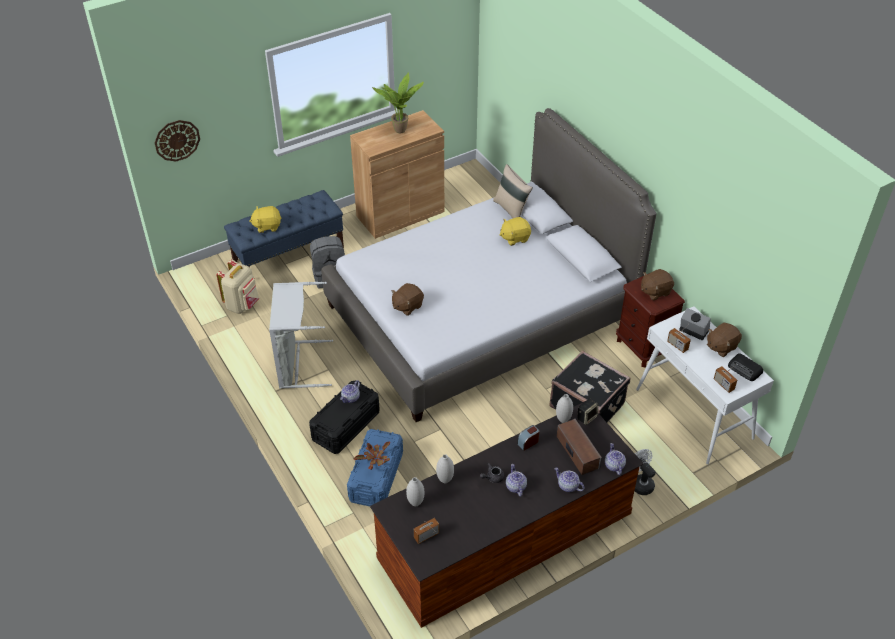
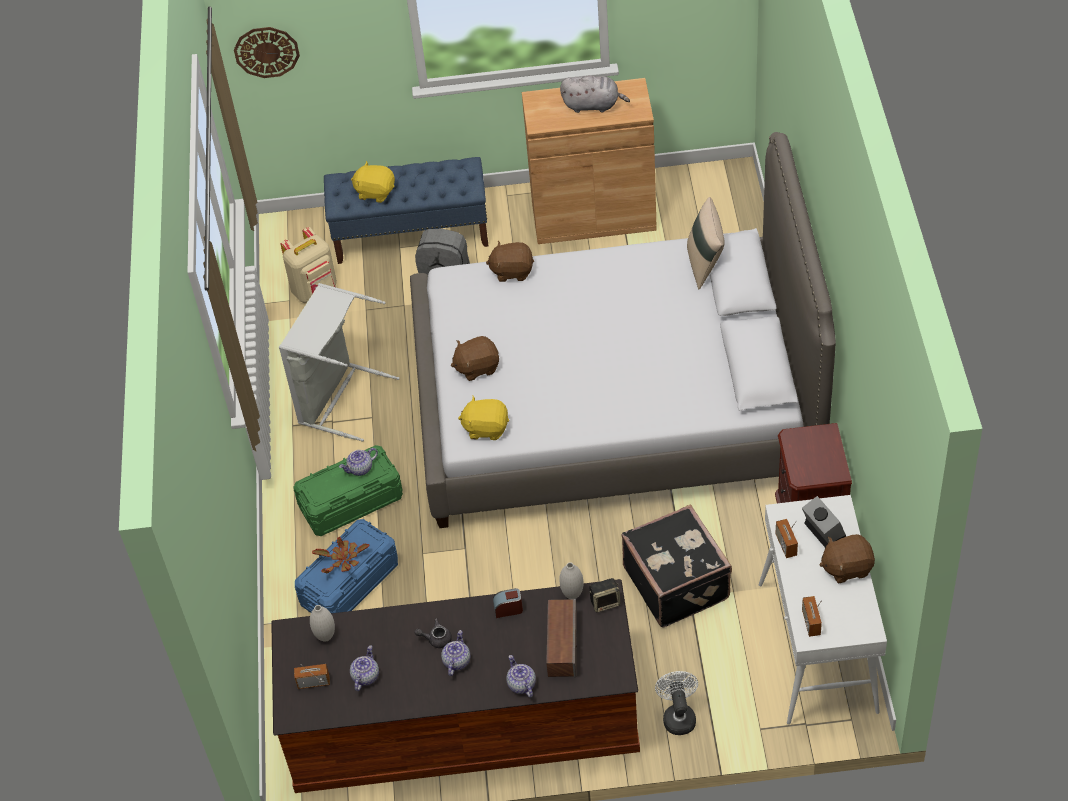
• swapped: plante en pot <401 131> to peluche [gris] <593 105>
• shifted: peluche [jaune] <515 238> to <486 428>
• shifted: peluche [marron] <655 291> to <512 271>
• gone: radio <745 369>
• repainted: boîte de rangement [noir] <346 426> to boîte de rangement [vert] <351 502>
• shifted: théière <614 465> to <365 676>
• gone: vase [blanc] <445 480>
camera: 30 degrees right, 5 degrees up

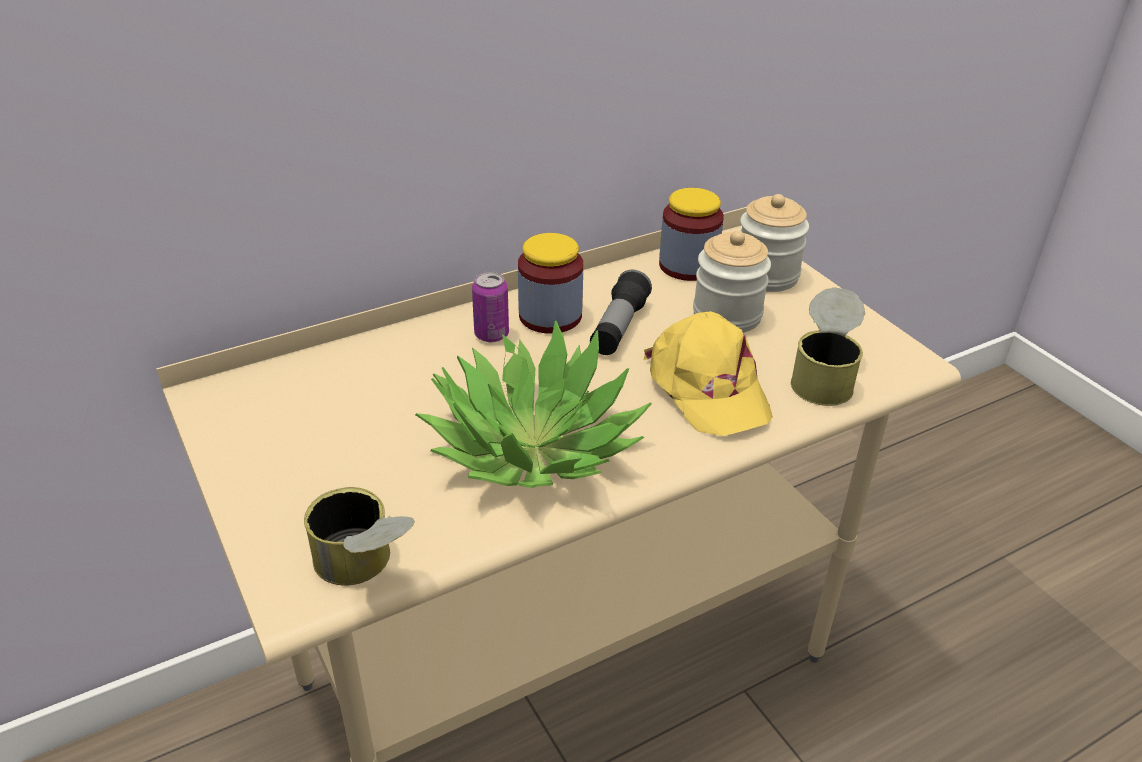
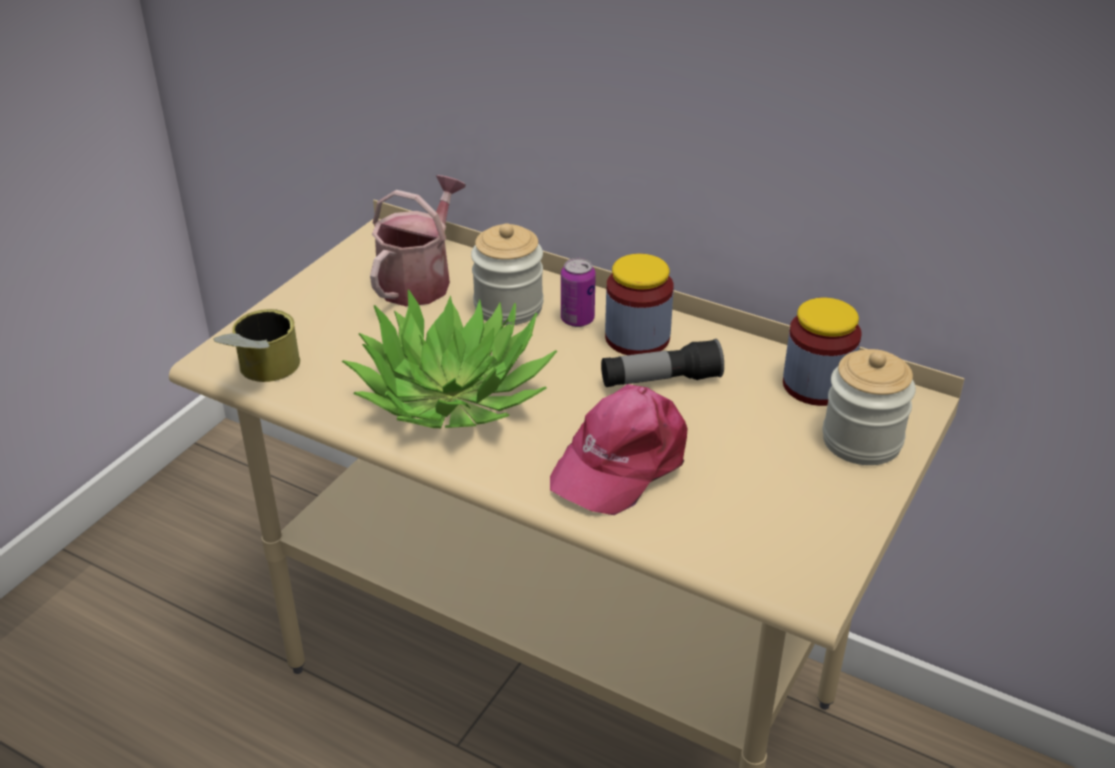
• shifted: bocal <727 315> to <508 307>
• gone: boîte métallique <824 375>
• repainted: casquette [jaune] <707 387> to casquette [rose] <621 461>
• new: arrosoir <419 280>
camera: 60 degrees right, 0 degrees up

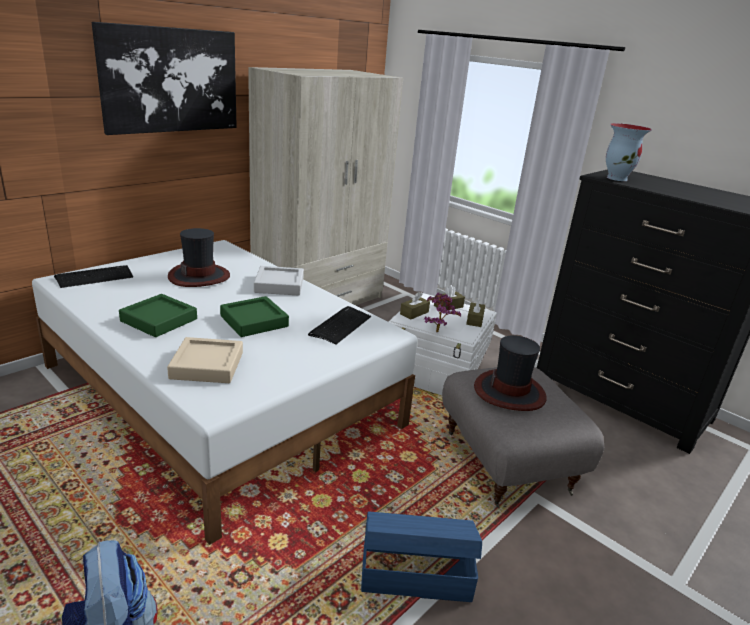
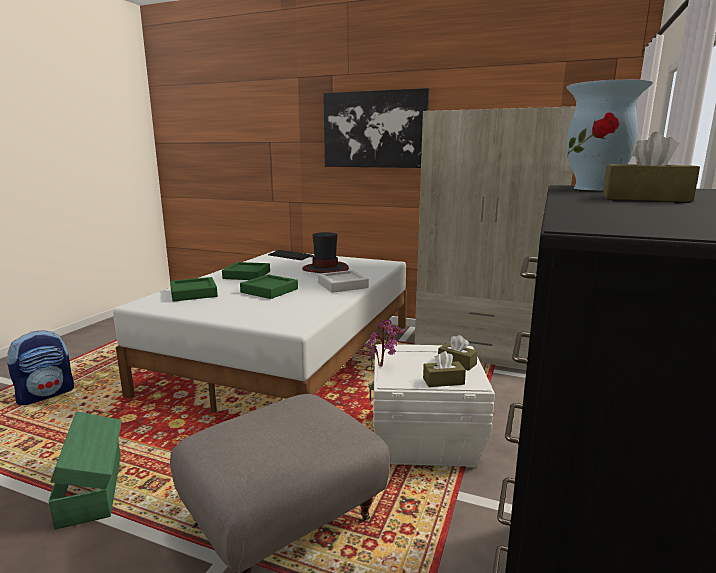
• shifted: boîte à mouchoirs [marron] <414 313> to <645 198>
• gone: clavier <340 325>
• gone: chapeau <510 392>
• repainted: plateau [beige] <207 365> to plateau [vert] <193 293>
• repainted: boîte de rangement [bleu] <414 574> to boîte de rangement [vert] <93 488>
camera: 70 degrees right, 10 degrees down

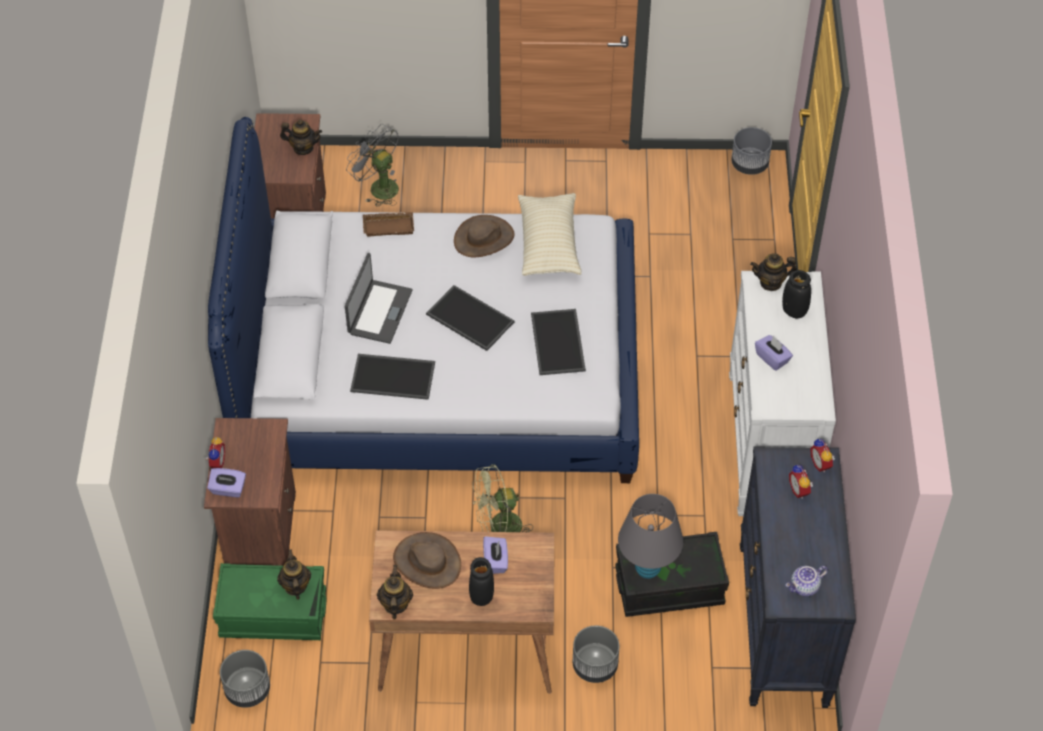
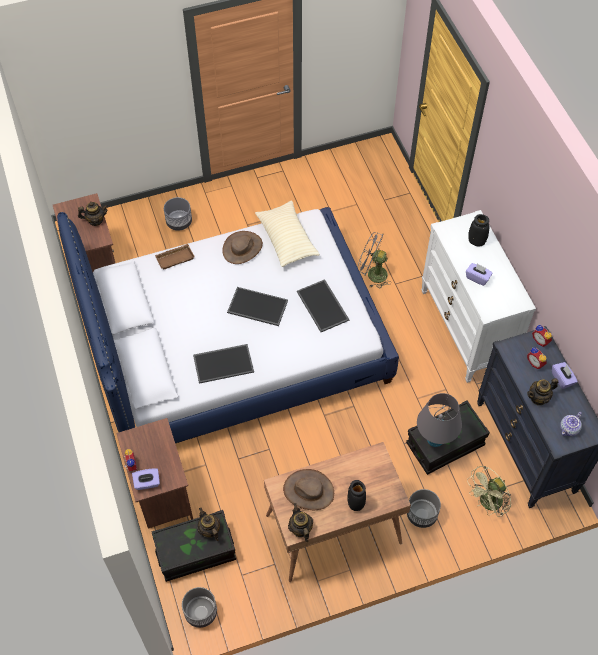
• shifted: ventilateur [gris] <378 187> to <372 274>
• shifted: cache-pot [gris] <750 164> to <179 222>
• gone: ordinateur portable <379 312>
• shifted: théière <771 282> to <538 398>
• shifted: ventilateur [vert] <499 529> to <487 504>
• shifted: boîte à mouchoirs [violet] <495 561> to <562 379>
• repainted: boîte de rangement [vert] <273 614> to boîte de rangement [noir] <195 551>
camera: 20 degrees left, 5 degrees up

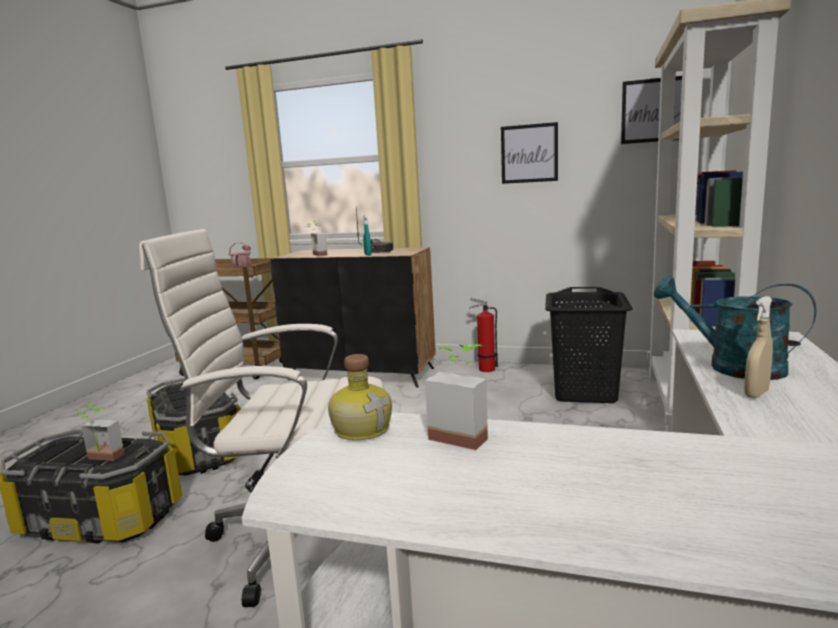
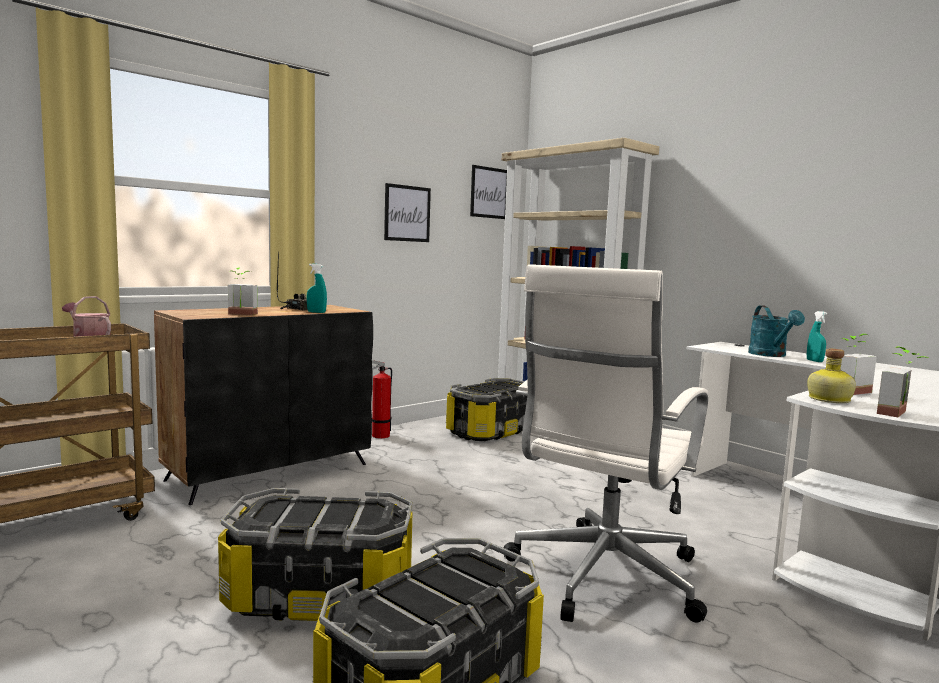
• rotated: arrosoir [turquoise] <732 367> = <771 355> 75 degrees counterclockwise
• swapped: panier à linge [noir] <584 392> to boîte de rangement <491 431>
• repainted: vaporisateur [beige] <756 393> to vaporisateur [turquoise] <814 361>
• shifted: plante en pot <101 459> to <900 414>
camera: 60 degrees left, 5 degrees down

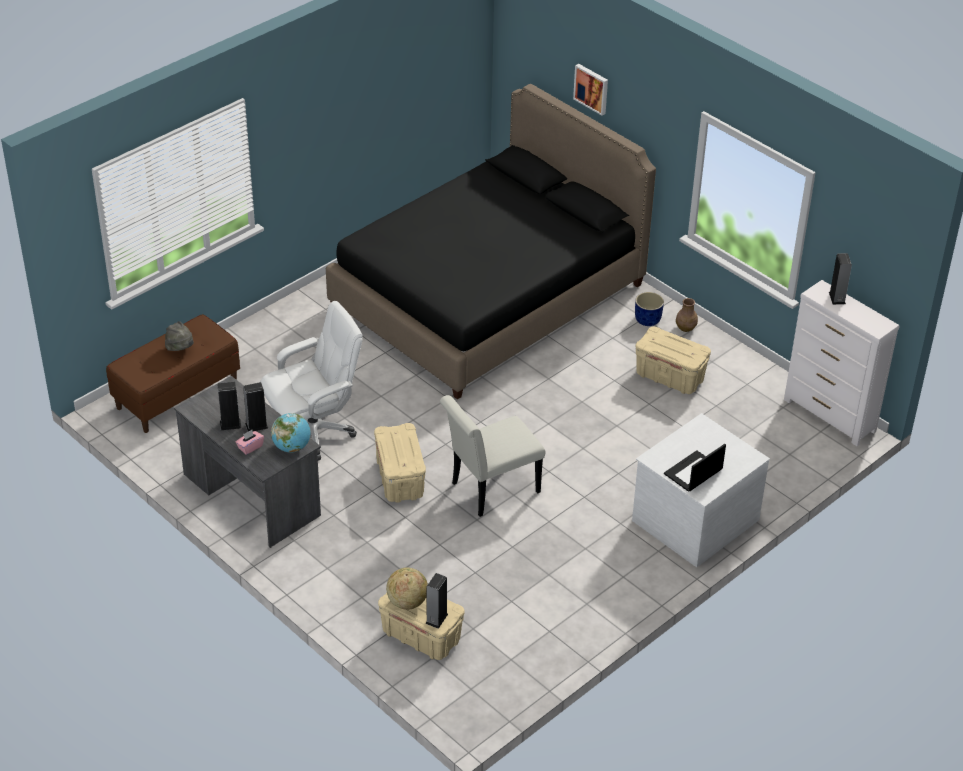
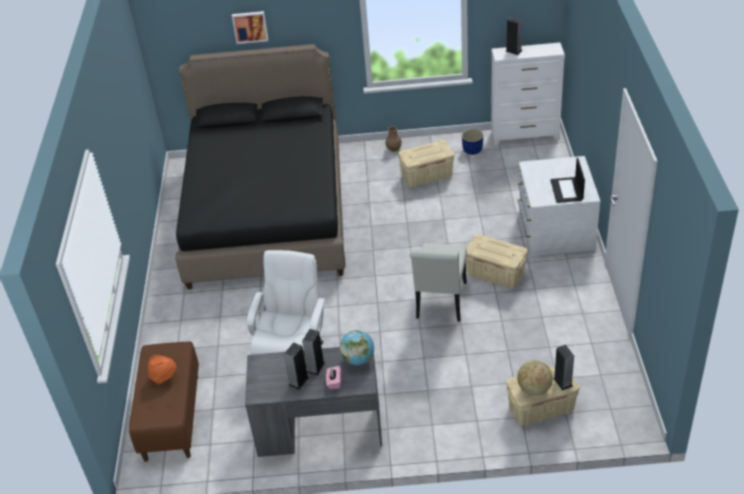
• shifted: cache-pot [bleu] <648 319> to <472 150>
• repainted: chapeau [gris] <180 349> to chapeau [orange] <164 377>
• shifted: boîte de rangement [beige] <399 479> to <494 274>
camera: 45 degrees left, 0 degrees up

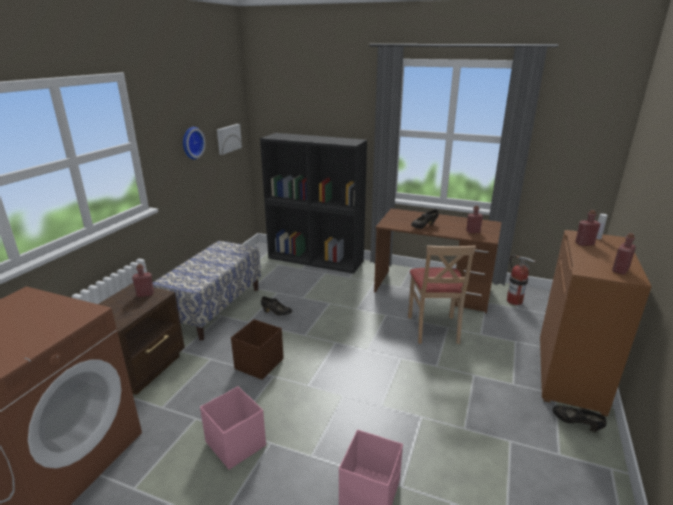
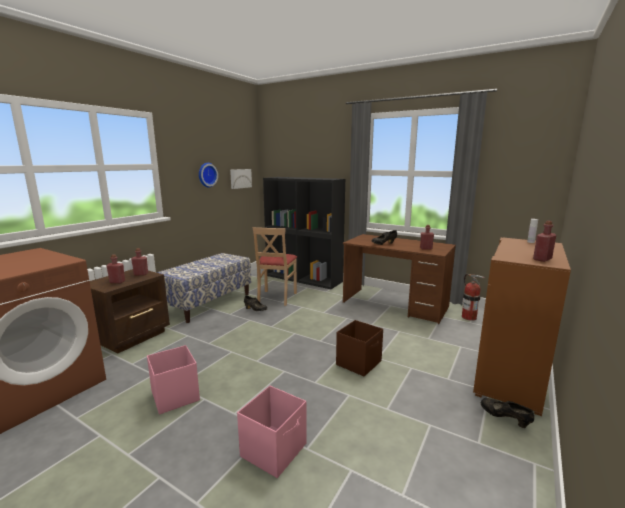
• shifted: bouteille [rouge] <584 243> to <117 282>
• shifted: chaise [beige] <434 329> to <276 297>
• shifted: boîte de rangement [marron] <260 364> to <359 363>
camera: 10 degrees right, 10 degrees down

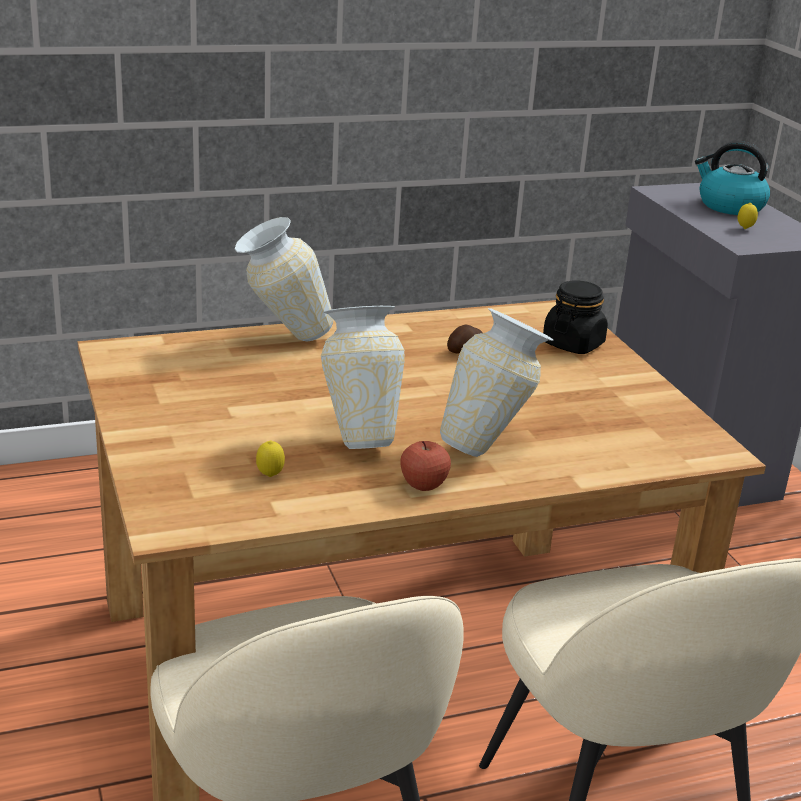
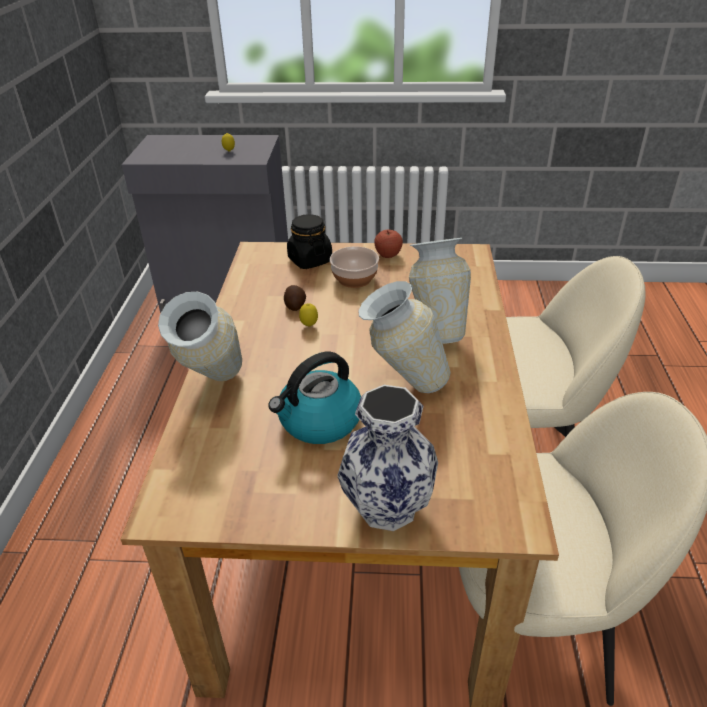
• shifted: bouilloire <729 206> to <319 421>
• shifted: citron <270 476> to <309 326>
• shifted: pomme <423 485> to <388 255>
• new: bol <355 279>
• new: vase <386 507>
camera: 65 degrees left, 10 degrees up

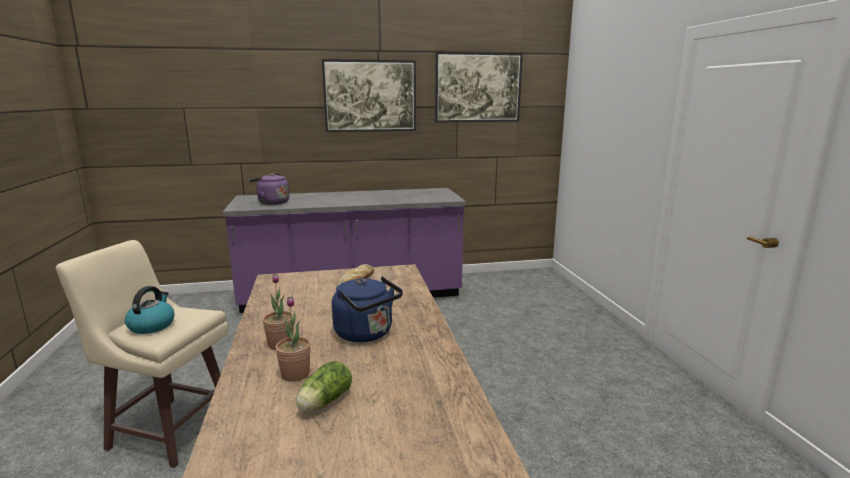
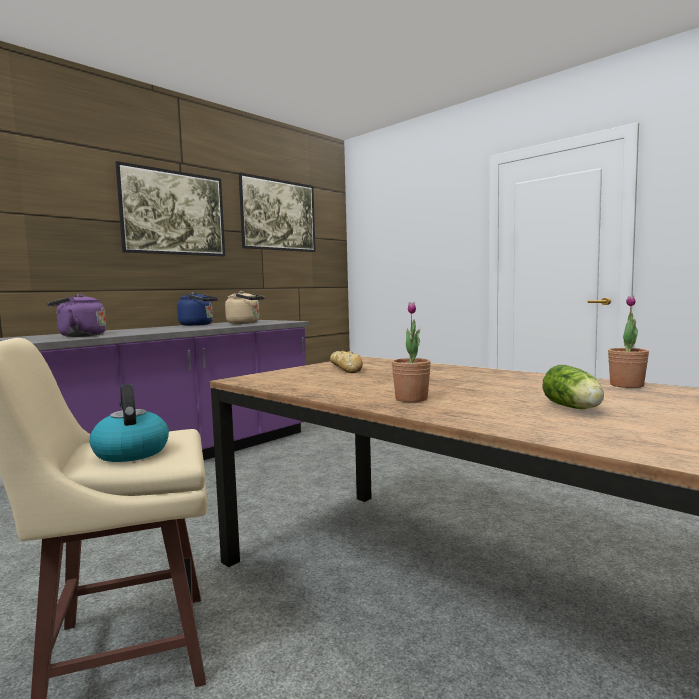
• shifted: bouilloire [bleu] <366 334> to <198 325>
• shifted: plante en pot <295 374> to <626 385>
• new: bouilloire [beige] <245 323>
camera: 35 degrees left, 10 degrees down

